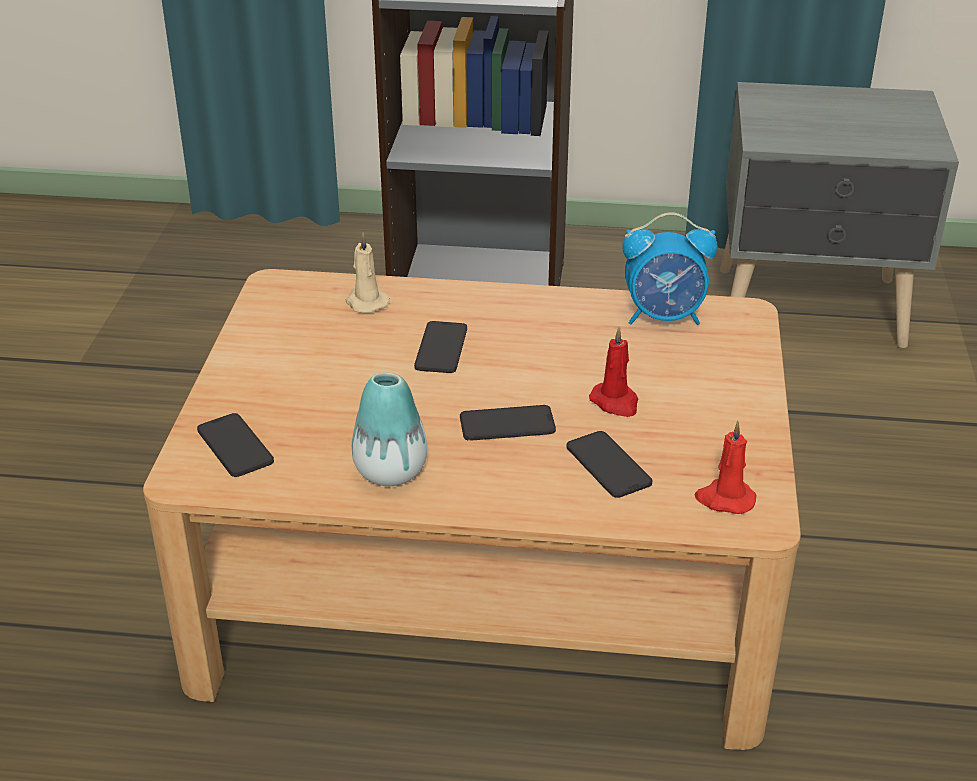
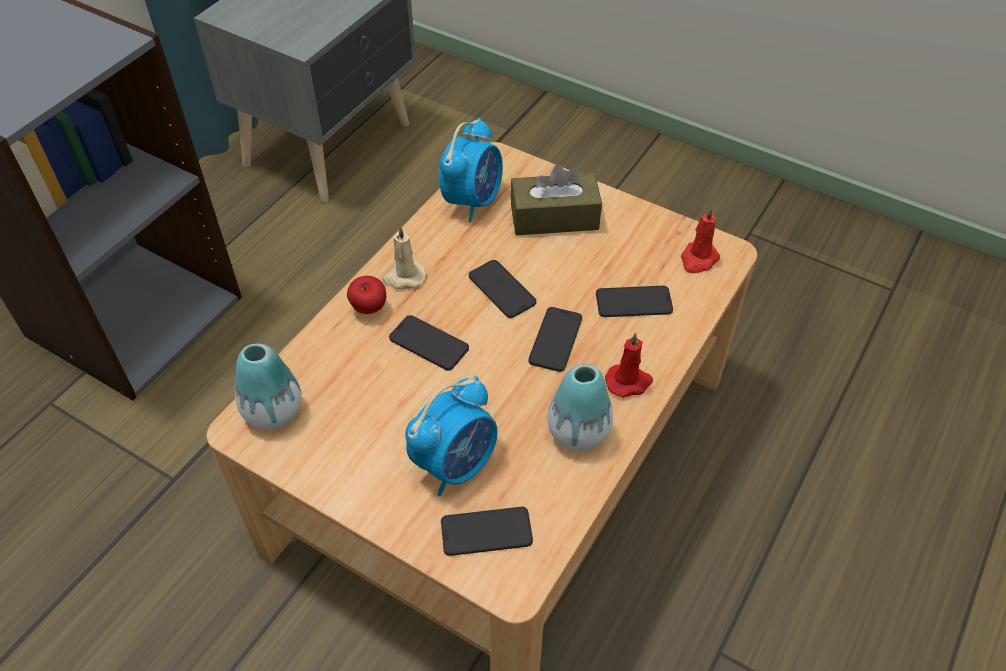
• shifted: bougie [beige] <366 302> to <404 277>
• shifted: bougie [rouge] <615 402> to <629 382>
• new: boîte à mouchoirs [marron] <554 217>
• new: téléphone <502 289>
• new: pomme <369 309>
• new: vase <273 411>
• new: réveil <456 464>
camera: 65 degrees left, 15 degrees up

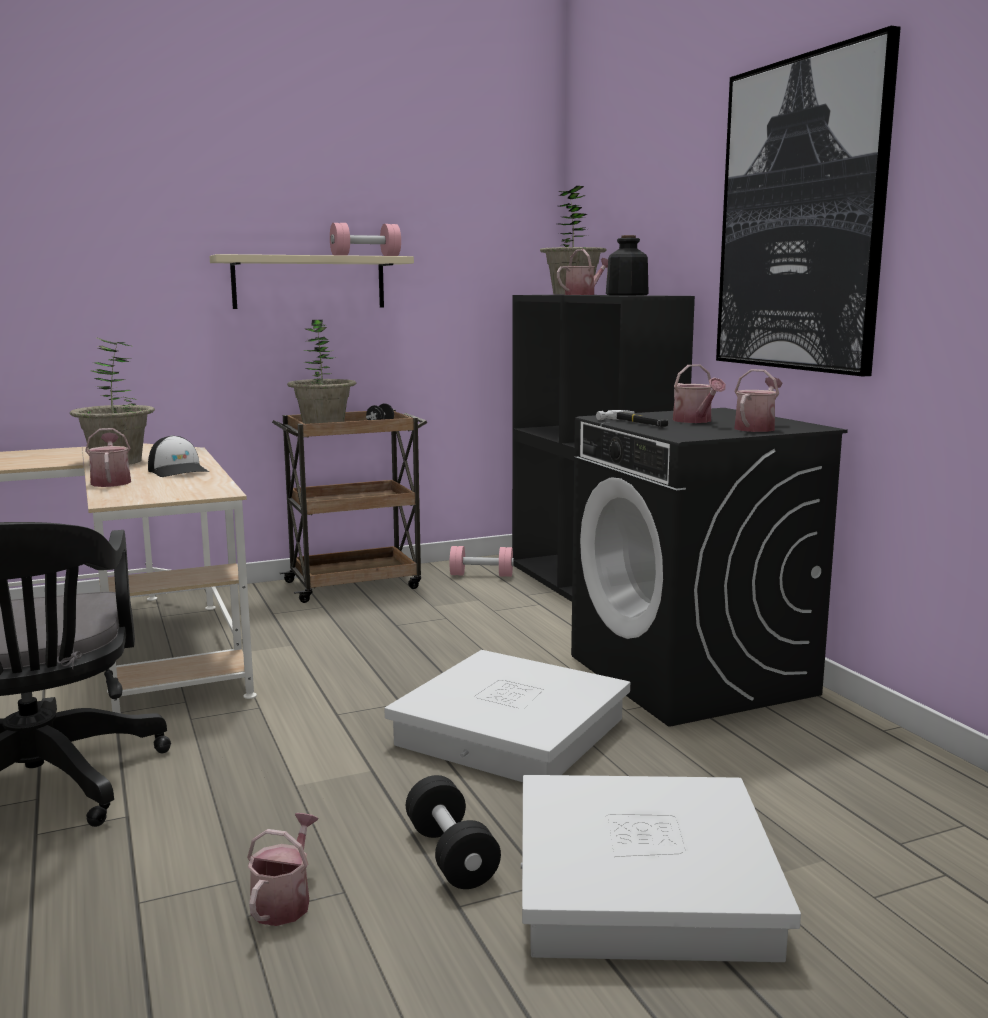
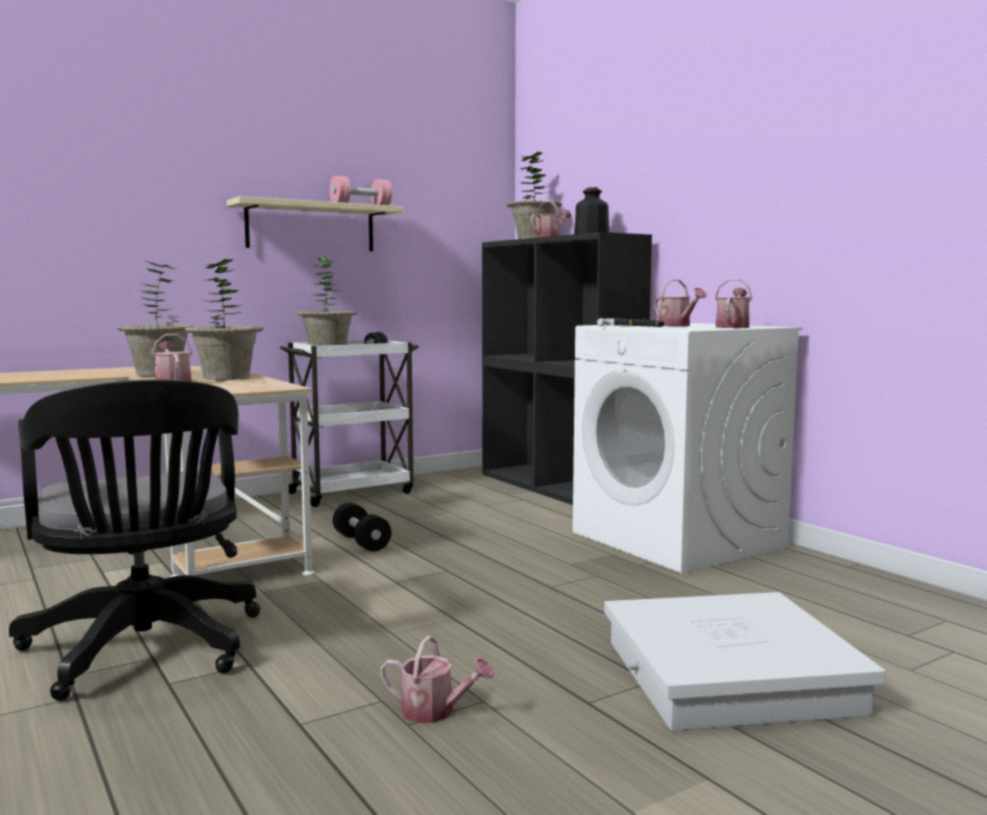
• gone: tableau <800 216>
• repainted: lave-linge [noir] <692 675> to lave-linge [blanc] <679 540>
• repainted: chariot [marron] <355 584> to chariot [blanc] <353 493>
• swapped: casquette <179 471> to plante en pot <226 377>
• gone: haltère [rose] <481 575>
• gone: boîte de rangement [blanc] <512 731>
• shifted: haltère [noir] <451 855> to <361 542>
• rotated: arrosoir <284 901> = <435 712> 105 degrees clockwise
camera: 10 degrees left, 5 degrees down

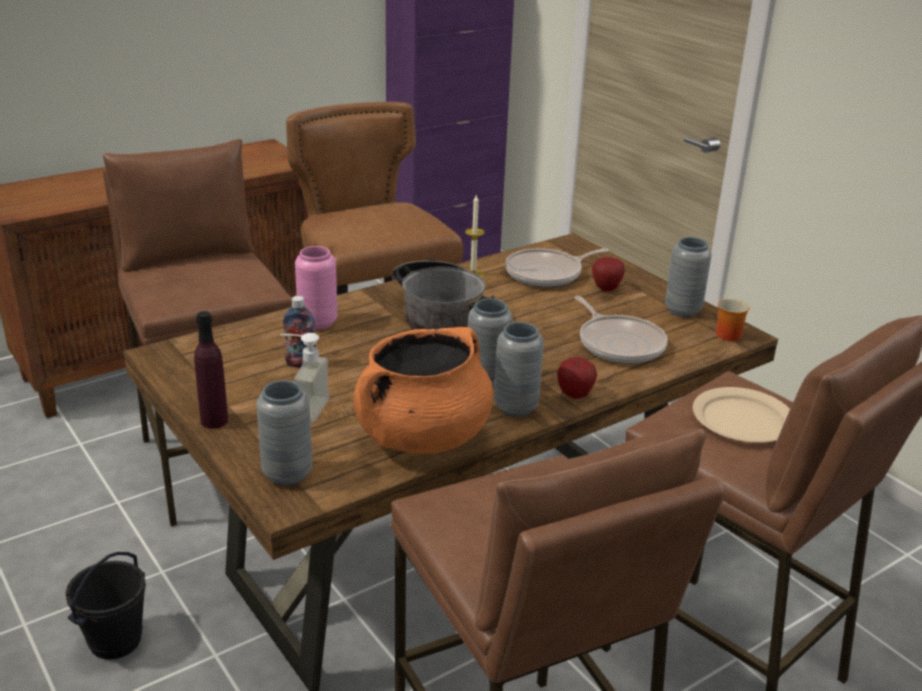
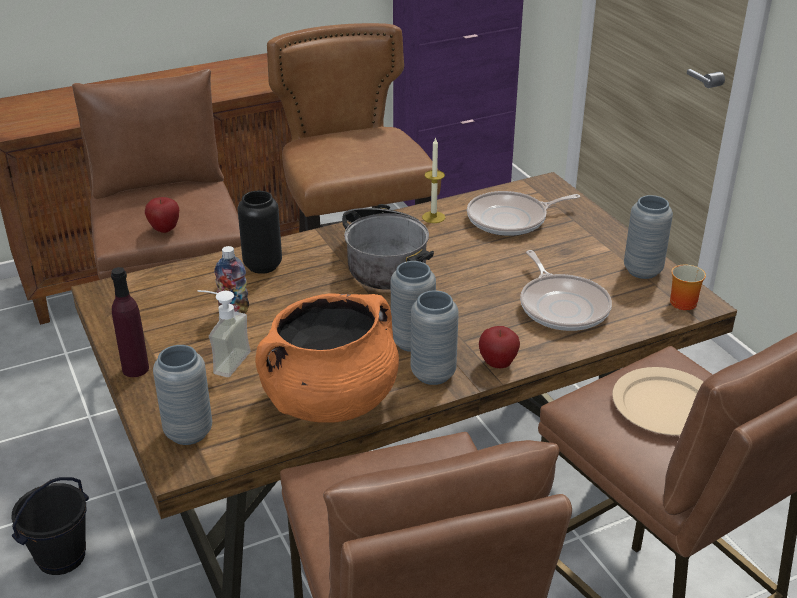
• repainted: vase [rose] <317 323> to vase [noir] <263 265>
• shifted: pomme <606 288> to <164 229>
camera: 10 degrees right, 5 degrees up

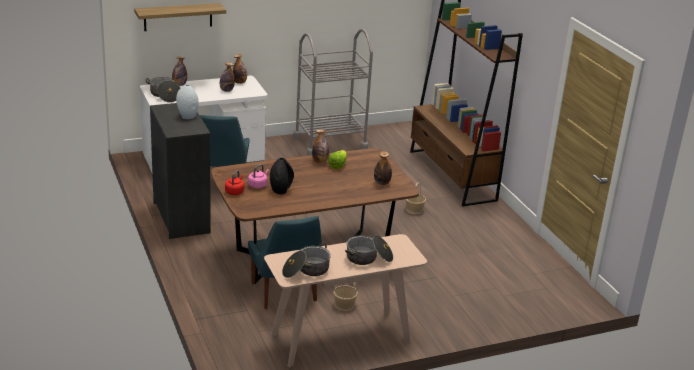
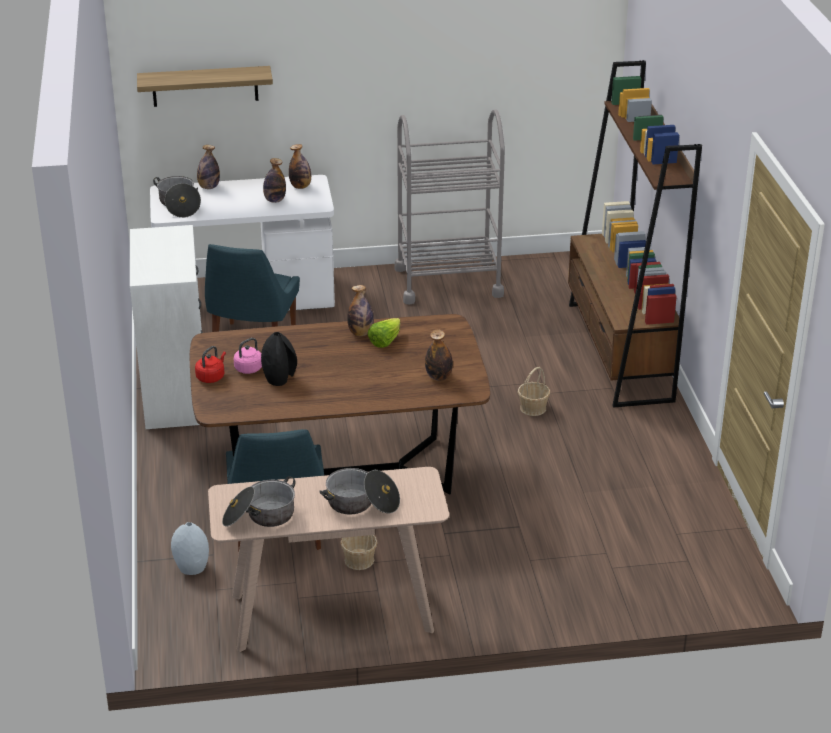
• shifted: vase [gris] <187 116> to <192 567>
• repainted: commode [noir] <182 217> to commode [blanc] <176 395>
camera: 15 degrees right, 5 degrees up

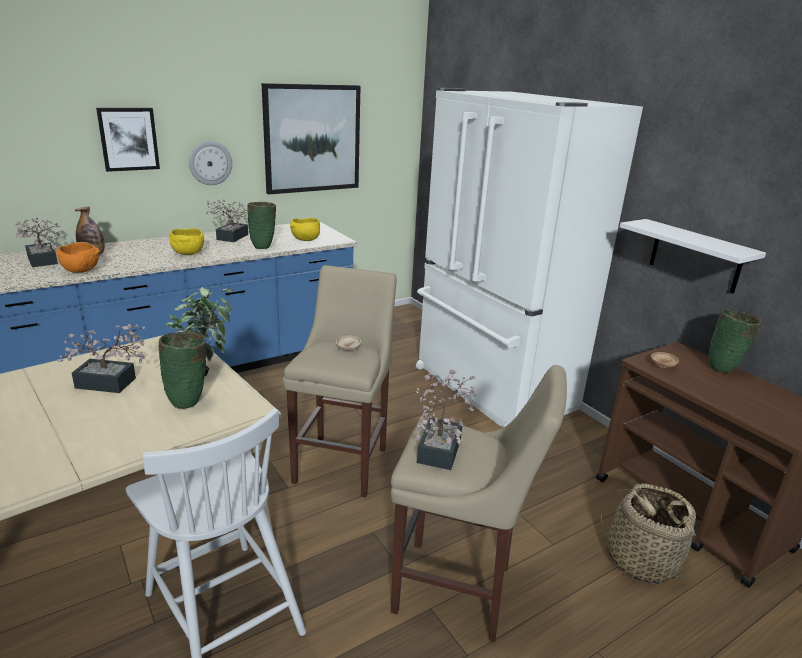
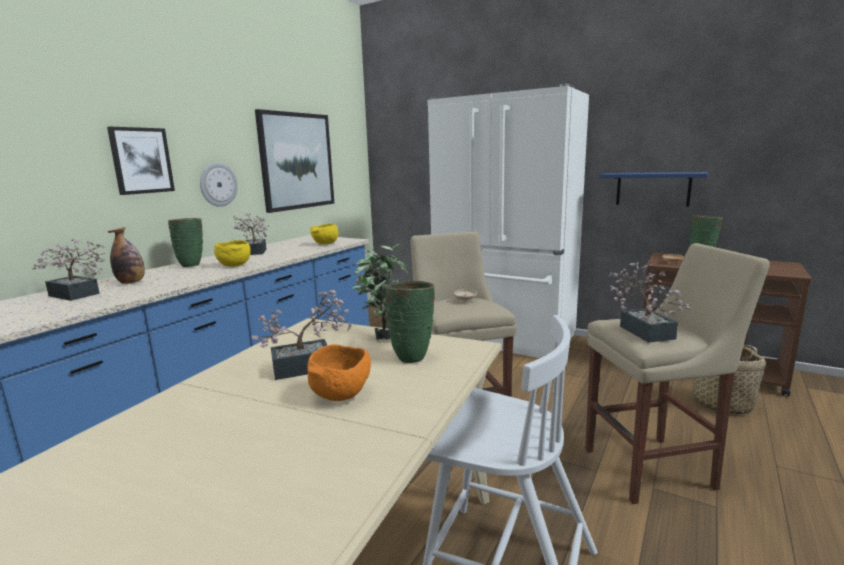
• shifted: vase [vert] <263 247> to <192 265>
• repainted: étagère [blanc] <695 256> to étagère [bleu] <653 189>
• shifted: bol [orange] <81 271> to <341 395>
camera: 25 degrees left, 10 degrees down

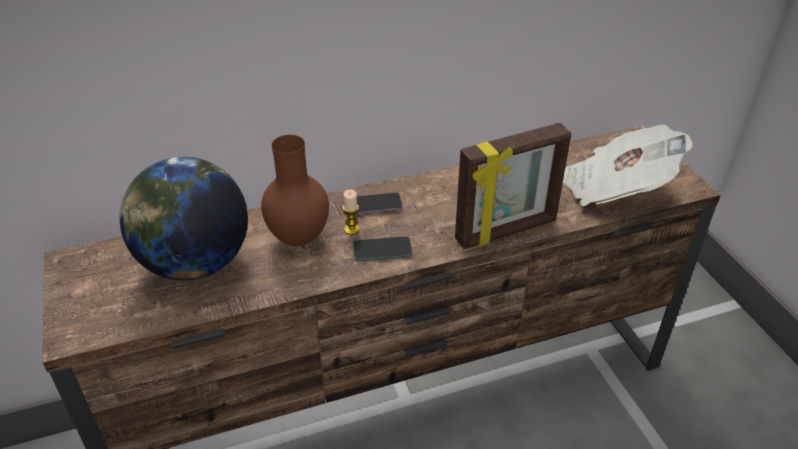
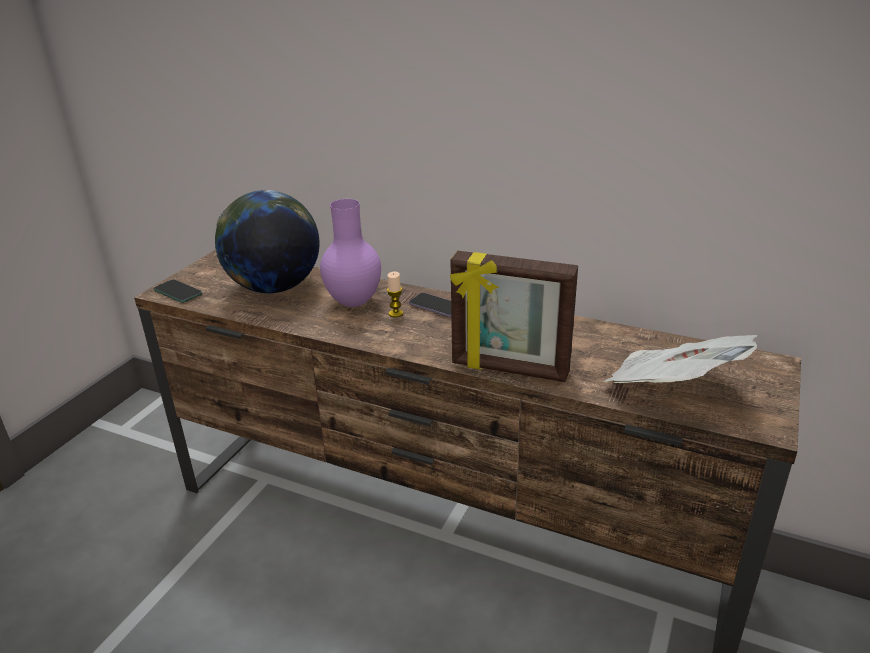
• repainted: vase [marron] <297 238> to vase [violet] <353 302>
• shifted: téléphone <382 250> to <178 292>
camera: 45 degrees right, 10 degrees down

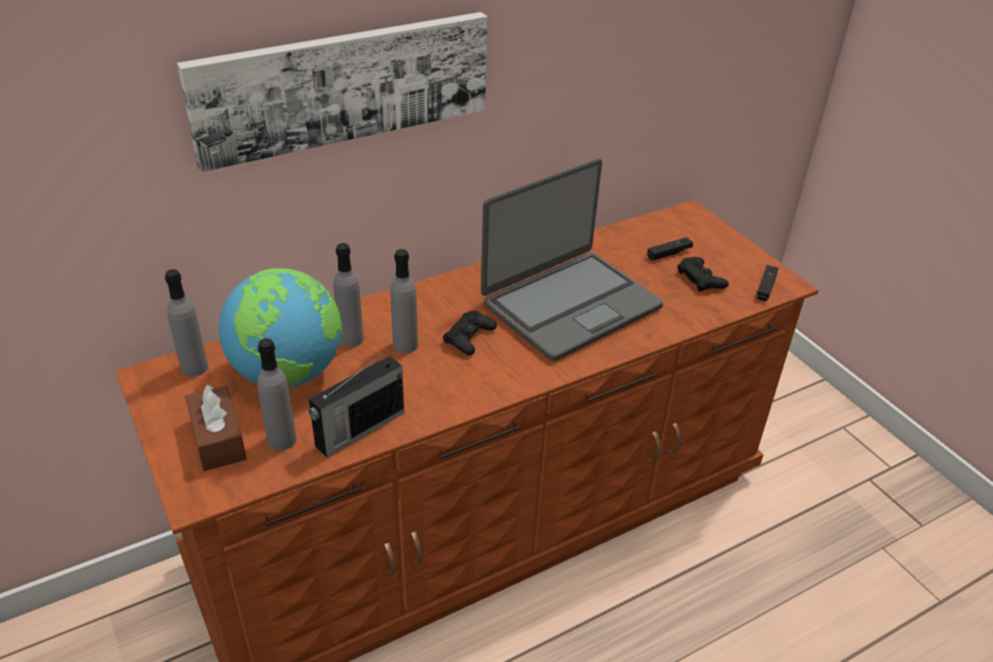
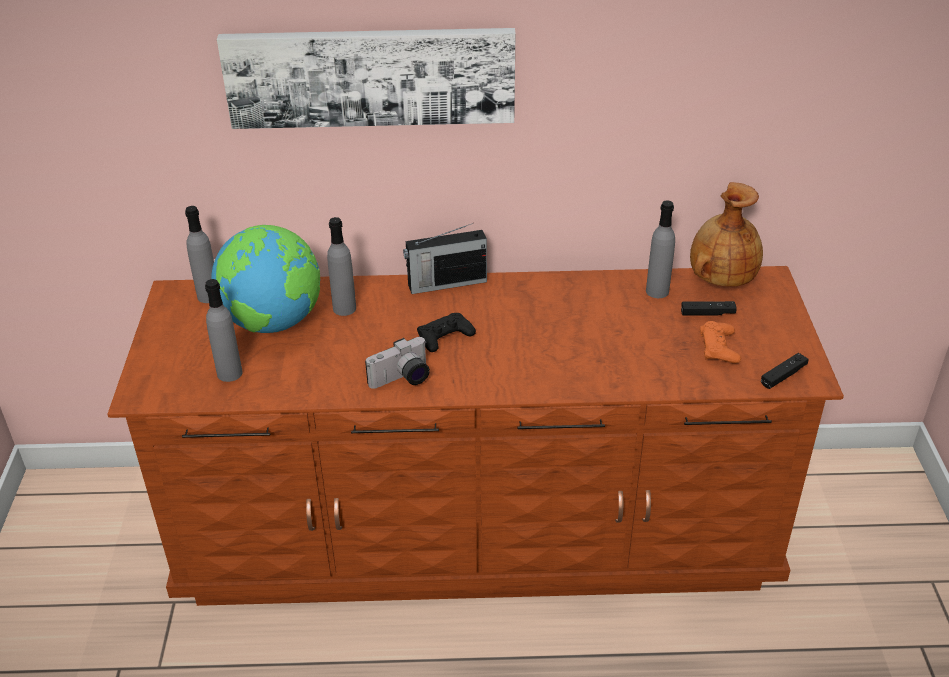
• gone: ordinateur portable <570 305>
• shifted: bouteille [gris] <405 345> to <657 291>
• repainted: manette [noir] <701 279> to manette [orange] <719 347>
• shifted: radio <358 430> to <445 283>
• gone: boîte à mouchoirs [marron] <218 439>
• new: vase [marron] <720 279>
• new: appareil photo <402 380>
camera: 30 degrees right, 0 degrees up

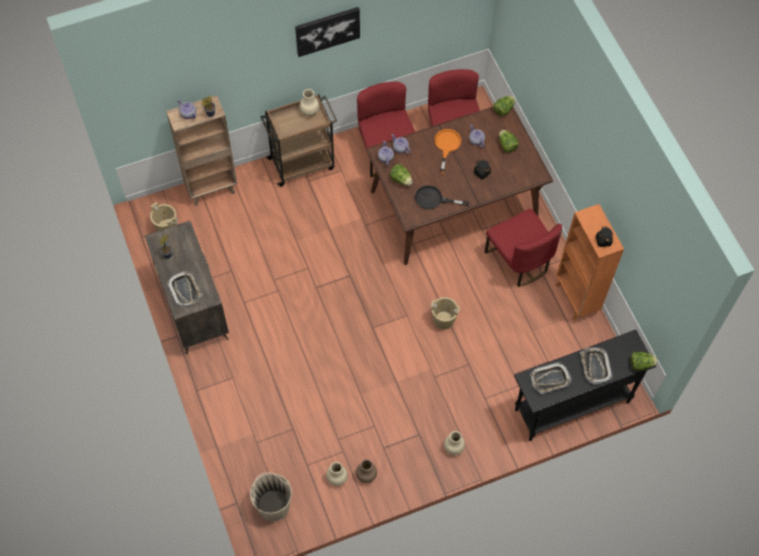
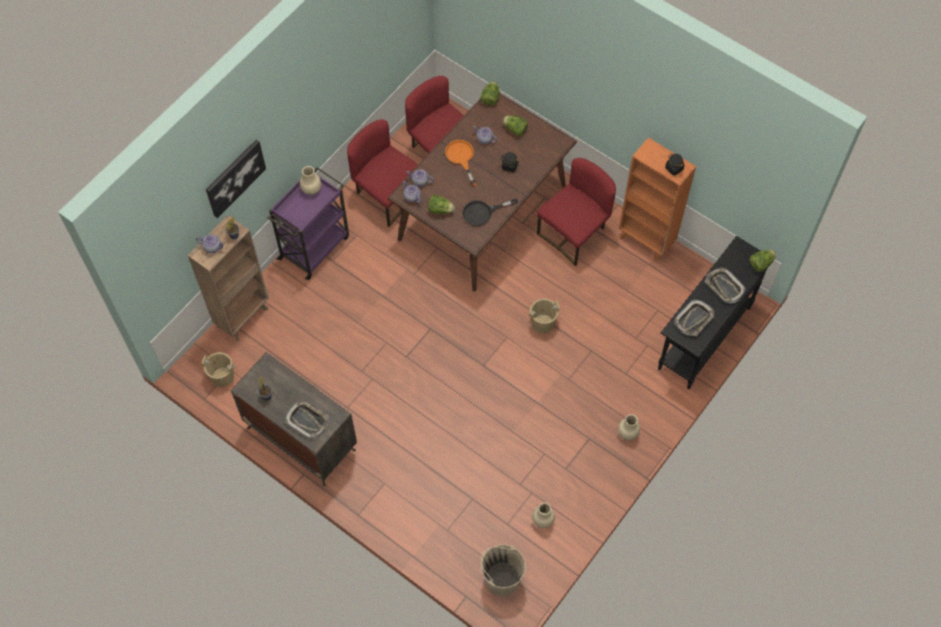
• shifted: tableau <327 30> to <234 177>
• repainted: chariot [marron] <302 163> to chariot [violet] <315 247>
• rotated: chaise [rouge] <518 260> = <574 233> 75 degrees counterclockwise
• gone: vase [marron] <366 475>
camera: 30 degrees left, 0 degrees up

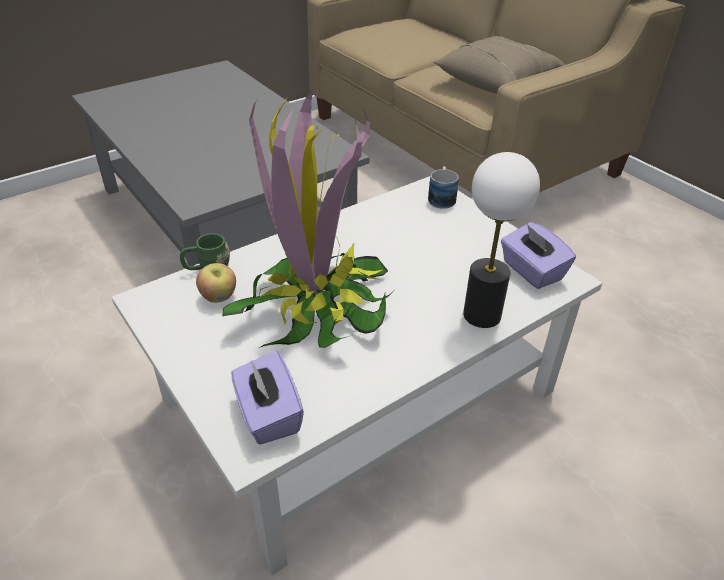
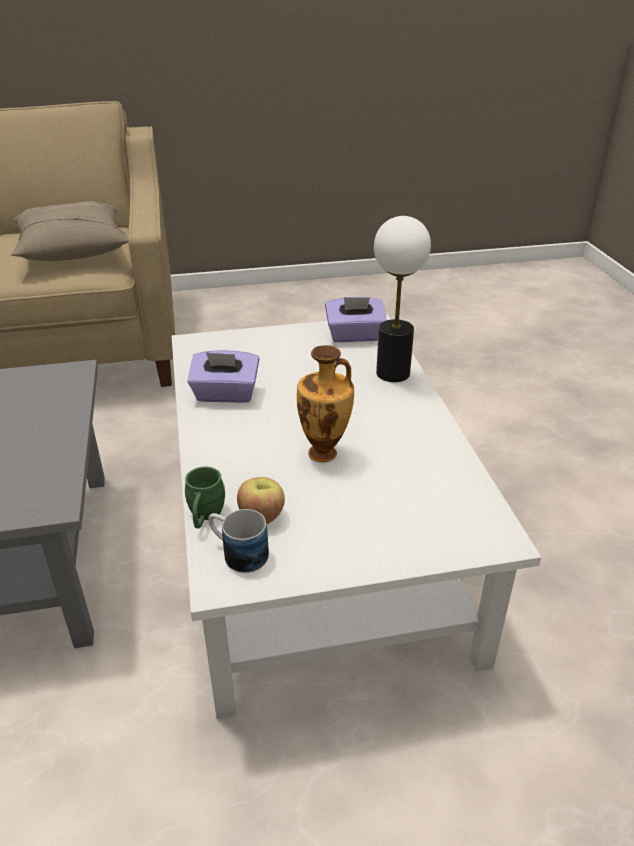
• swapped: plante en pot <317 306> to vase <325 454>
• shifted: mug <441 198> to <238 553>
• shifted: boîte à mouchoirs [violet] <268 415> to <225 394>
camera: 65 degrees left, 5 degrees down

